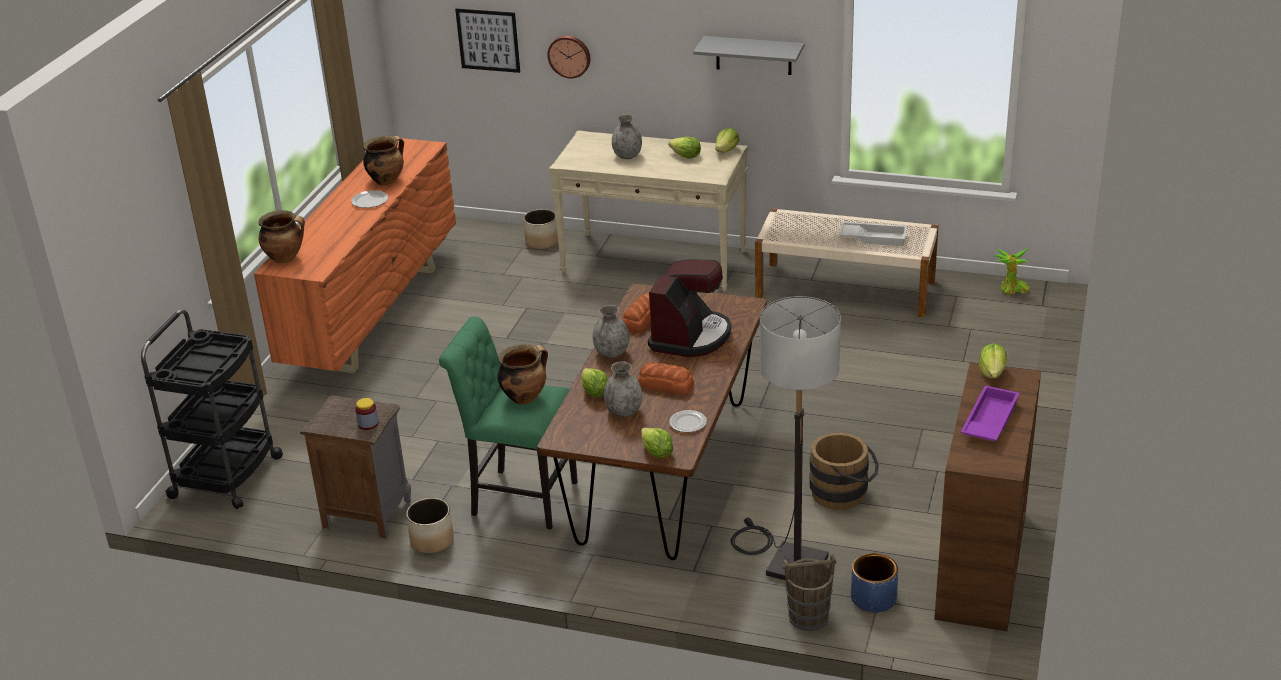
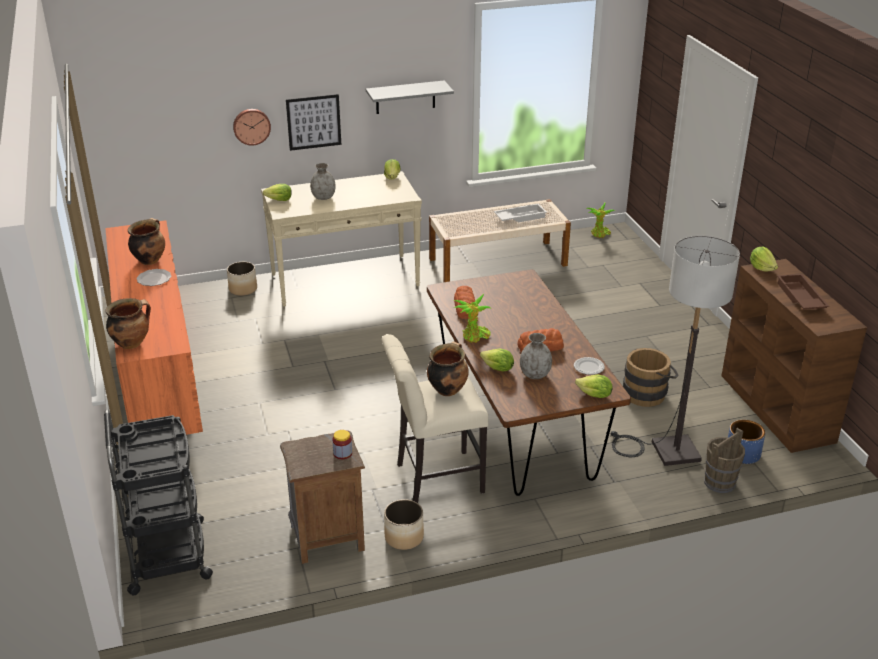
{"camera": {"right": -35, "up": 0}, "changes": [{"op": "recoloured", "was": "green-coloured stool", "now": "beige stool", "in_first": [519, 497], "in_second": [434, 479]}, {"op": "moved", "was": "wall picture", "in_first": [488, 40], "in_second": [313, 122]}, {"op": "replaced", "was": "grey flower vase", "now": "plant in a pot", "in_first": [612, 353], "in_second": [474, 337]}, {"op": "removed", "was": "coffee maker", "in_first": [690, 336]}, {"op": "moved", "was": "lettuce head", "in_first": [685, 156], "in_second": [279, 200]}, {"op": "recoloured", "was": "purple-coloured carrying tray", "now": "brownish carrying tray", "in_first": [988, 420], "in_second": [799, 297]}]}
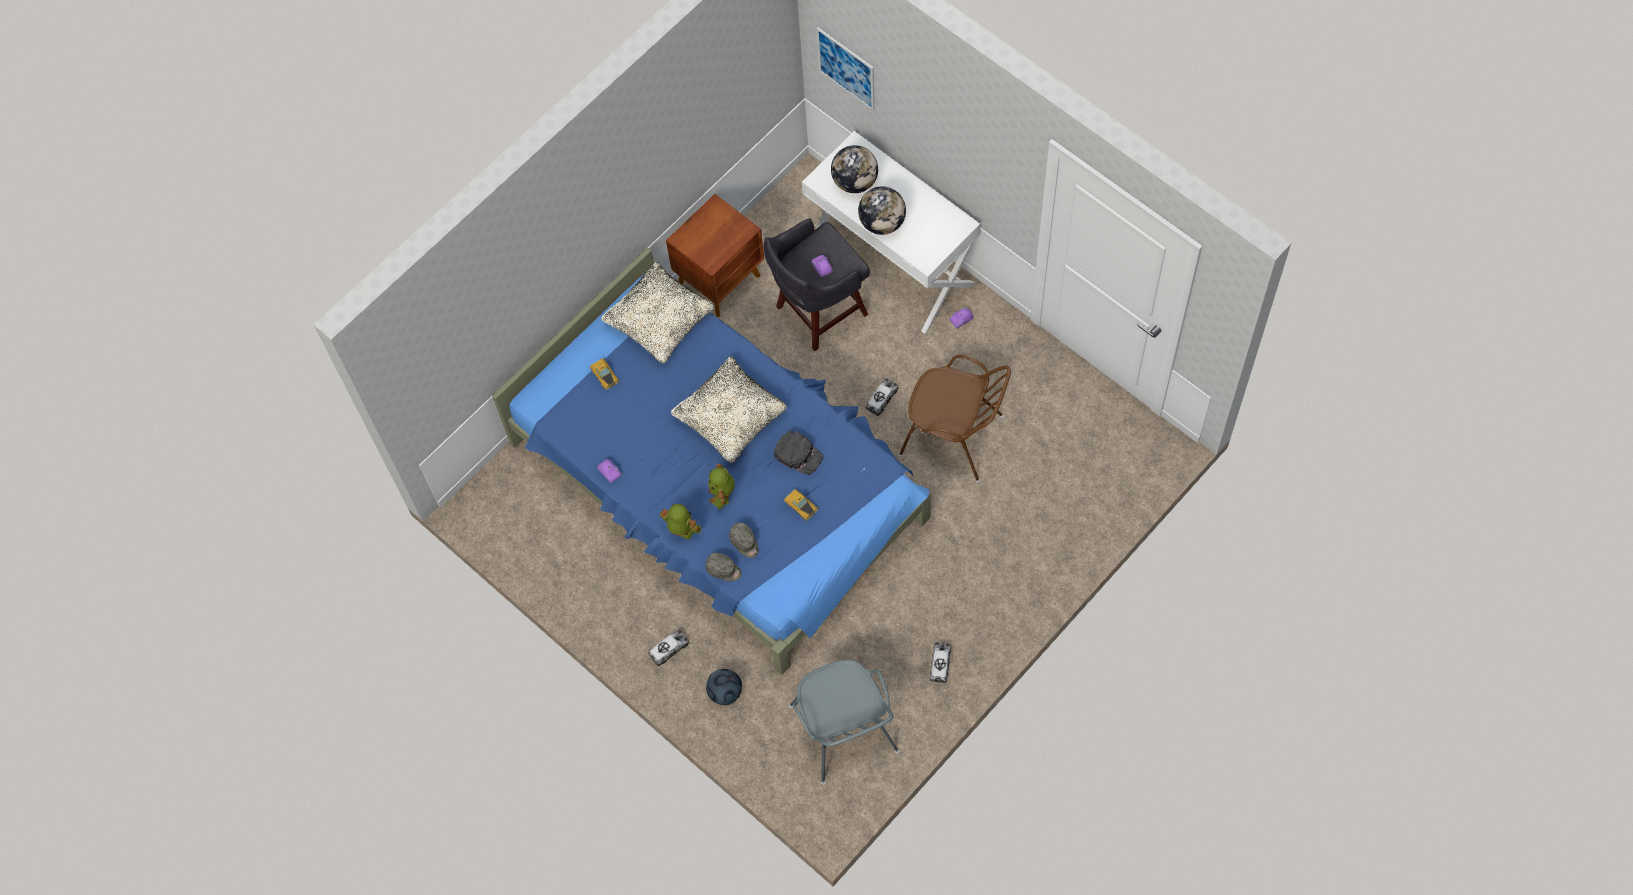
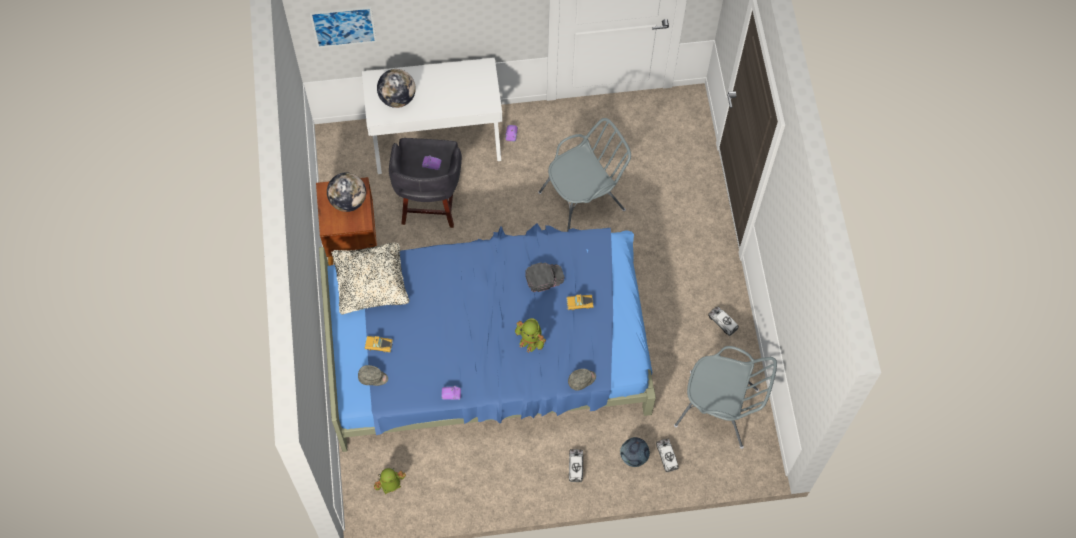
{"camera": {"right": -55, "up": 0}, "changes": [{"op": "moved", "was": "model robot", "in_first": [681, 531], "in_second": [391, 487]}, {"op": "removed", "was": "beige cushion", "in_first": [731, 415]}, {"op": "moved", "was": "grey cap", "in_first": [744, 543], "in_second": [373, 378]}, {"op": "moved", "was": "world globe", "in_first": [882, 222], "in_second": [348, 201]}, {"op": "moved", "was": "toy lorry", "in_first": [882, 399], "in_second": [666, 456]}, {"op": "recoloured", "was": "brownish chair", "now": "grey chair", "in_first": [955, 437], "in_second": [584, 198]}]}
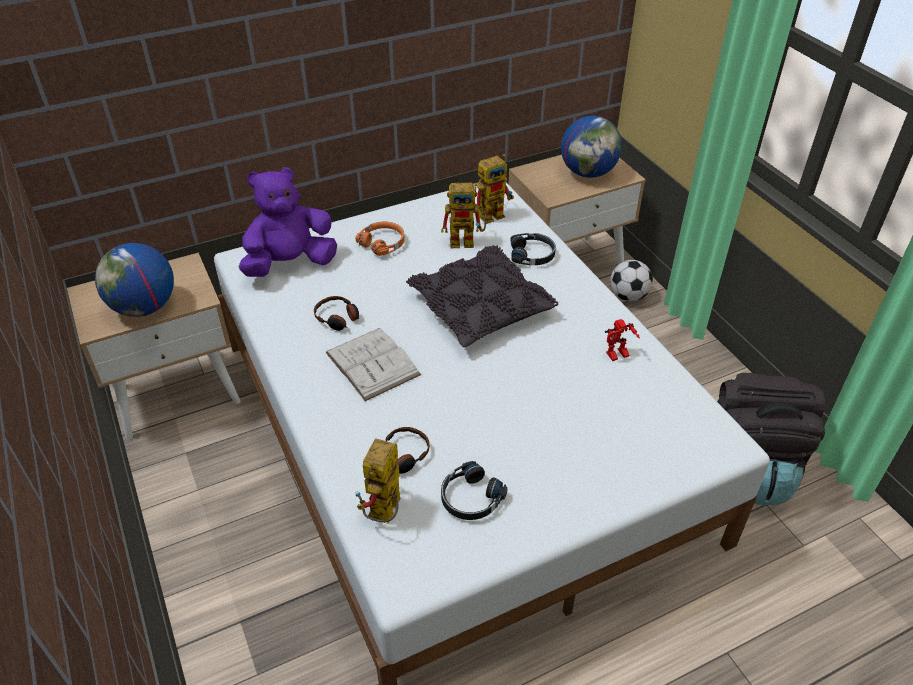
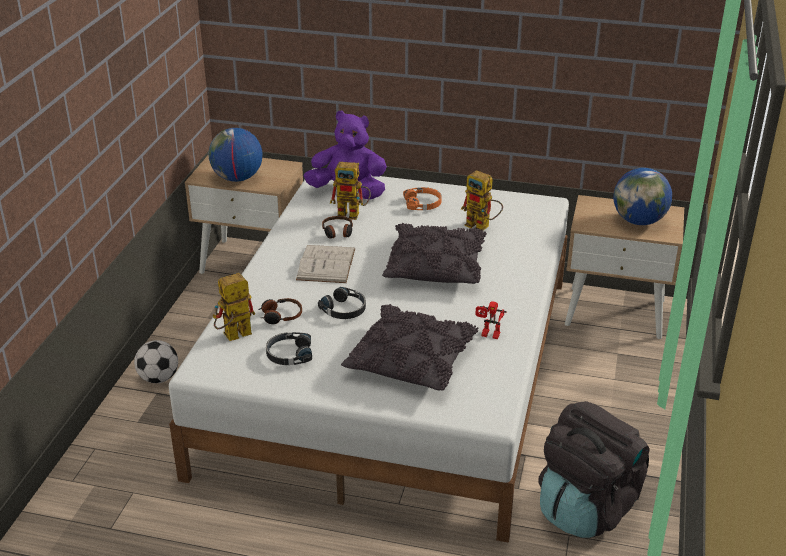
{"camera": {"right": 40, "up": -10}, "changes": [{"op": "moved", "was": "model robot", "in_first": [494, 213], "in_second": [353, 214]}, {"op": "moved", "was": "black-coloured headphones", "in_first": [532, 255], "in_second": [344, 310]}, {"op": "moved", "was": "football ball", "in_first": [628, 296], "in_second": [159, 378]}, {"op": "added", "now": "black-coloured cushion", "in_second": [411, 360]}]}
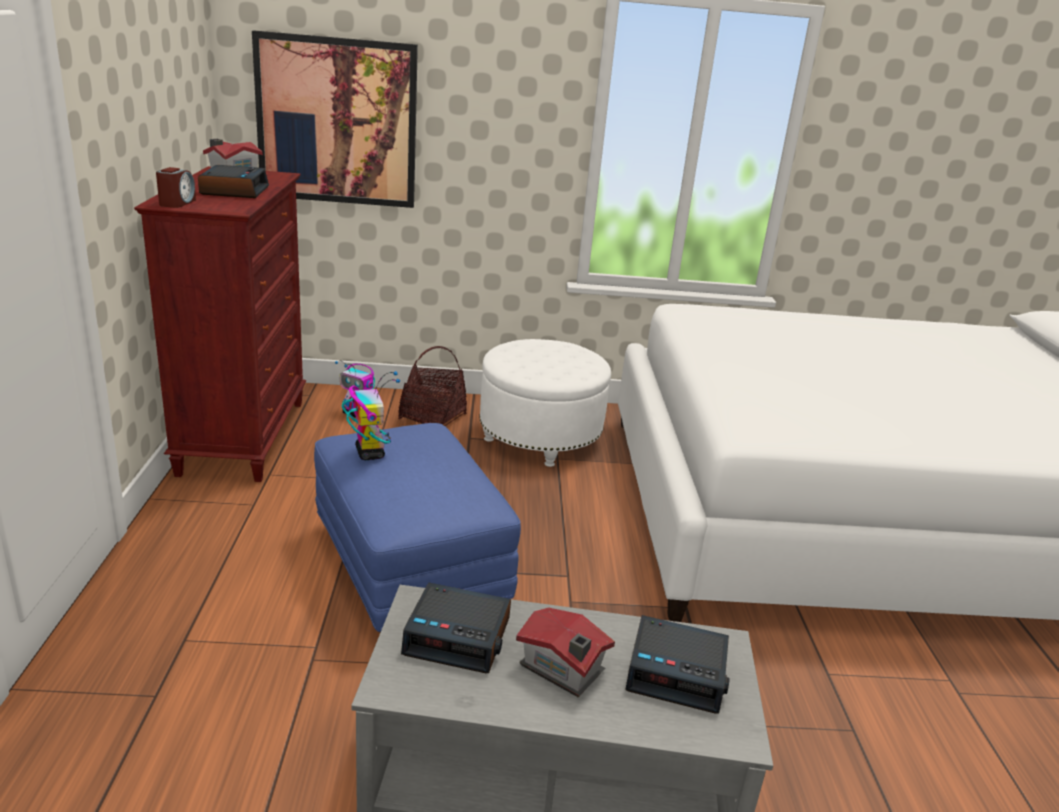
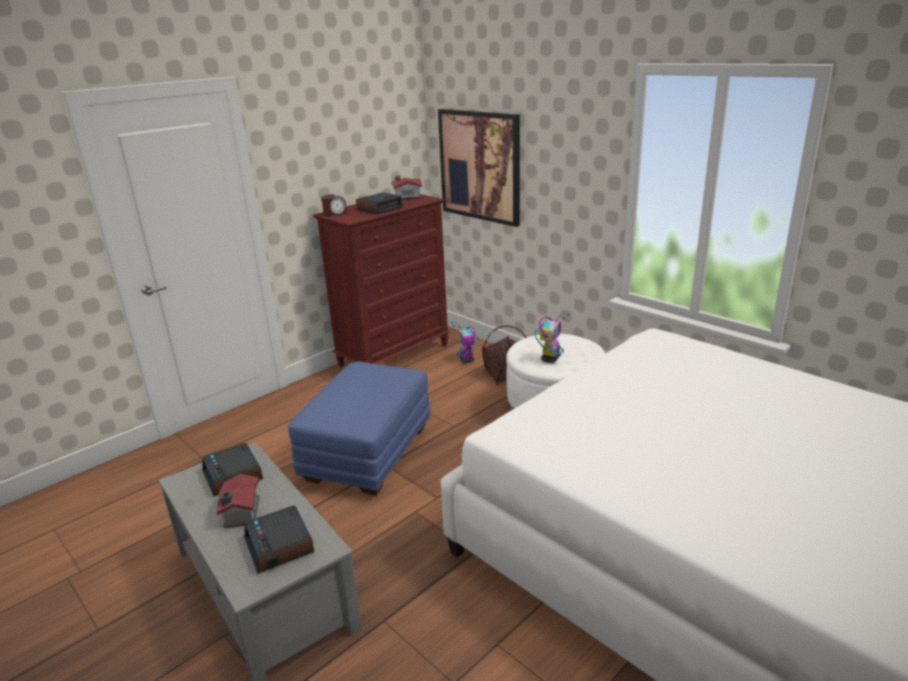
{"camera": {"right": 50, "up": 0}, "changes": [{"op": "moved", "was": "model robot", "in_first": [369, 453], "in_second": [550, 358]}]}
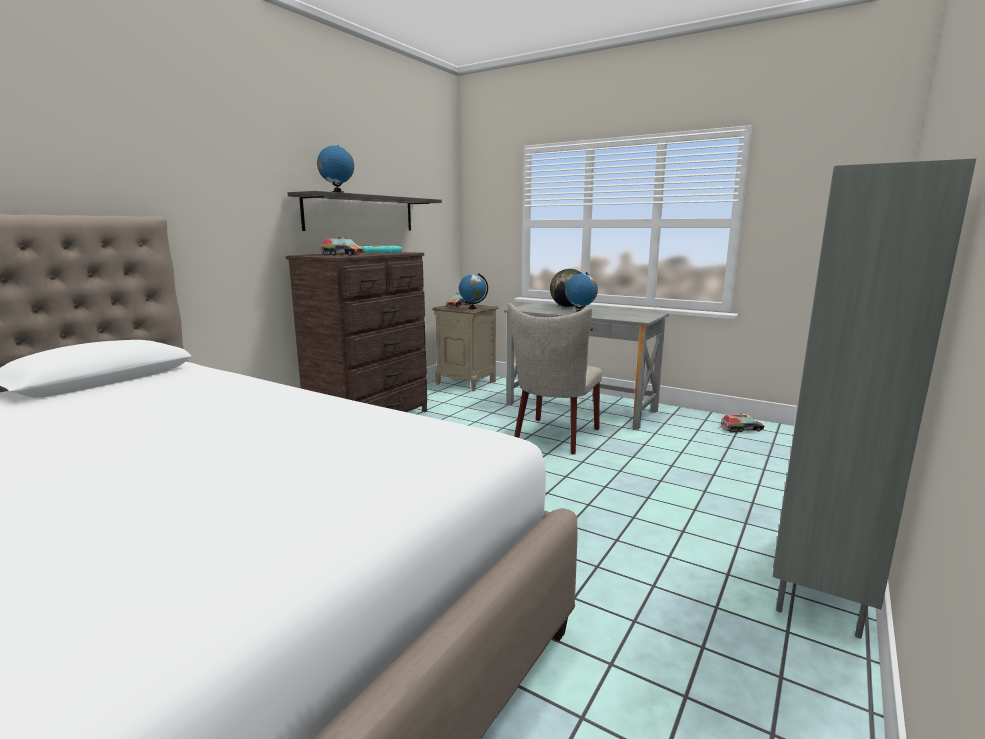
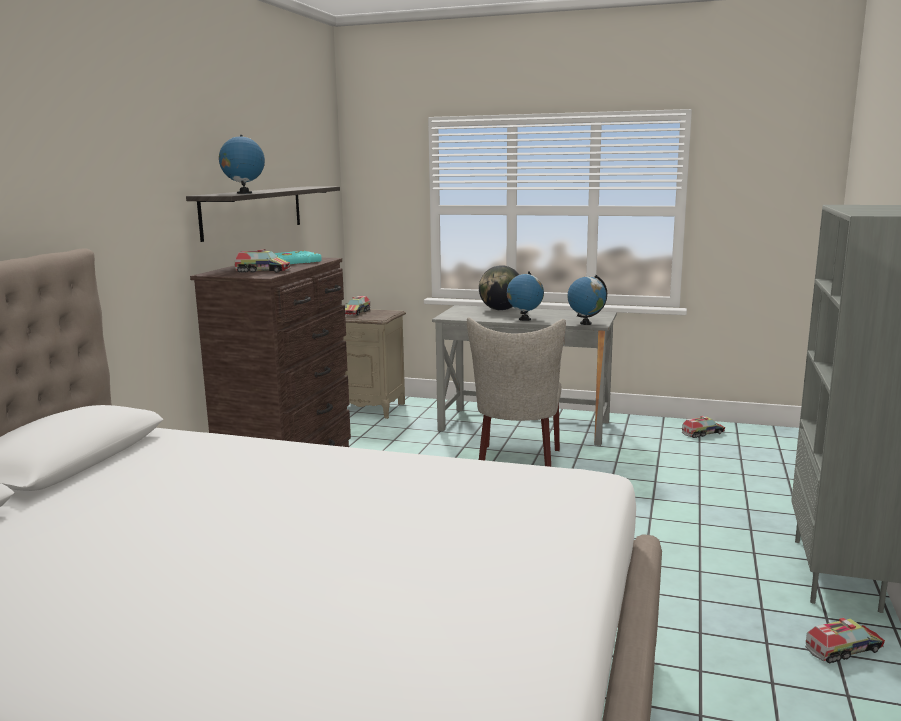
{"camera": {"right": -15, "up": 0}, "changes": [{"op": "moved", "was": "world globe", "in_first": [472, 308], "in_second": [585, 323]}, {"op": "added", "now": "toy lorry", "in_second": [843, 649]}]}
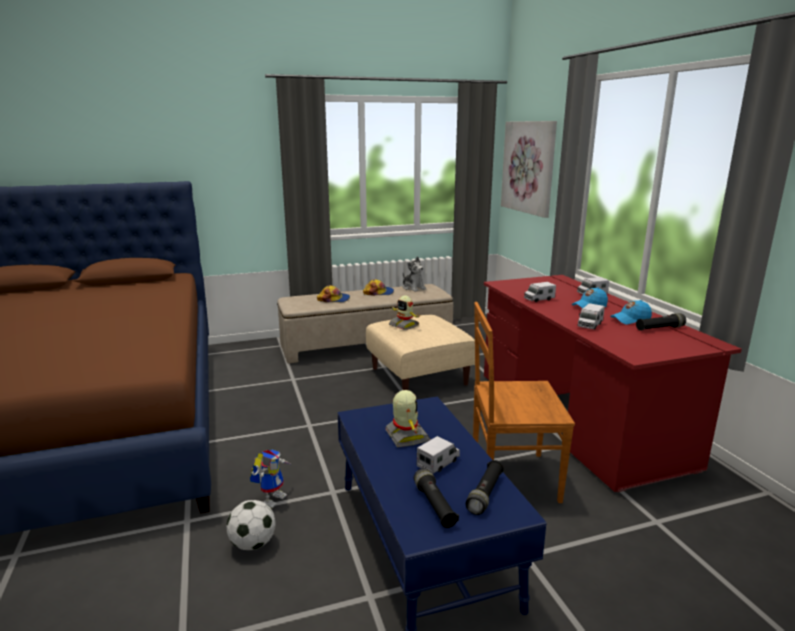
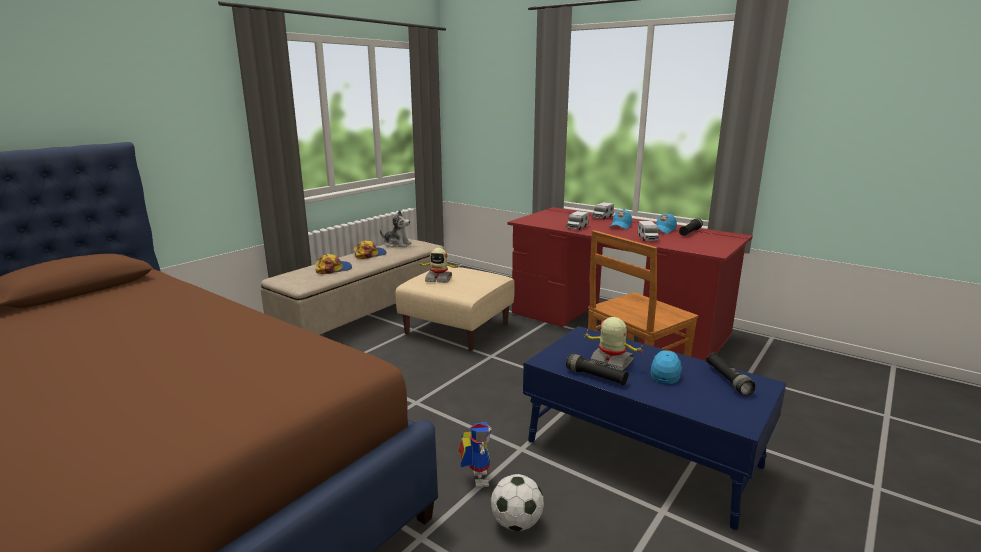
{"camera": {"right": -35, "up": 0}, "changes": [{"op": "moved", "was": "black-coloured hand torch", "in_first": [434, 505], "in_second": [596, 377]}, {"op": "replaced", "was": "toy lorry", "now": "blue-coloured cap", "in_first": [438, 463], "in_second": [666, 372]}, {"op": "removed", "was": "wall picture", "in_first": [528, 167]}]}
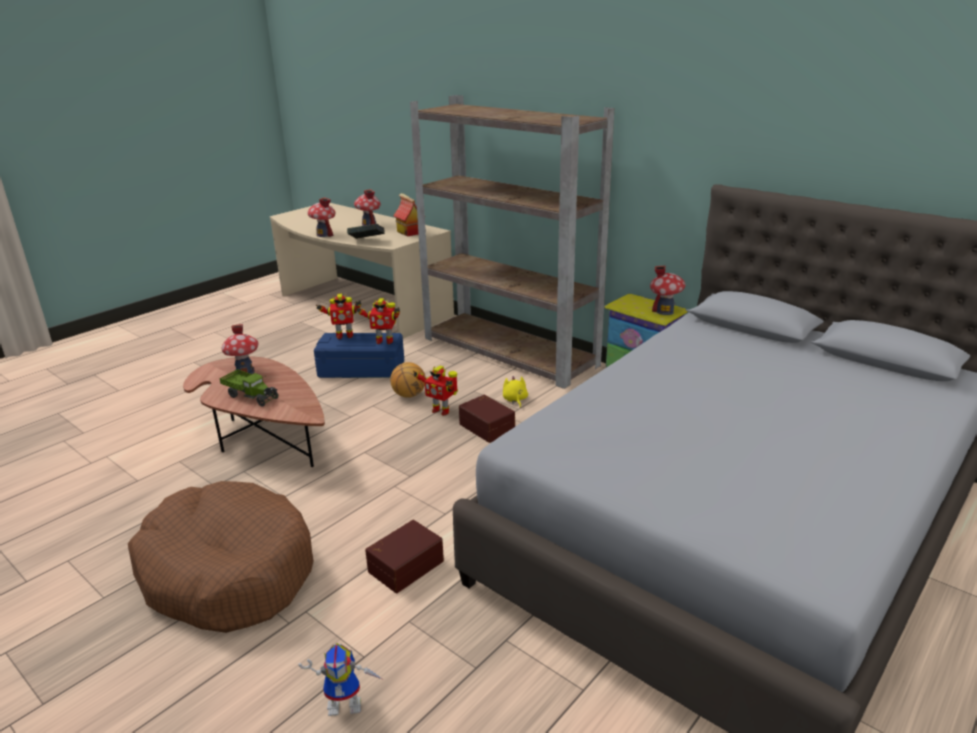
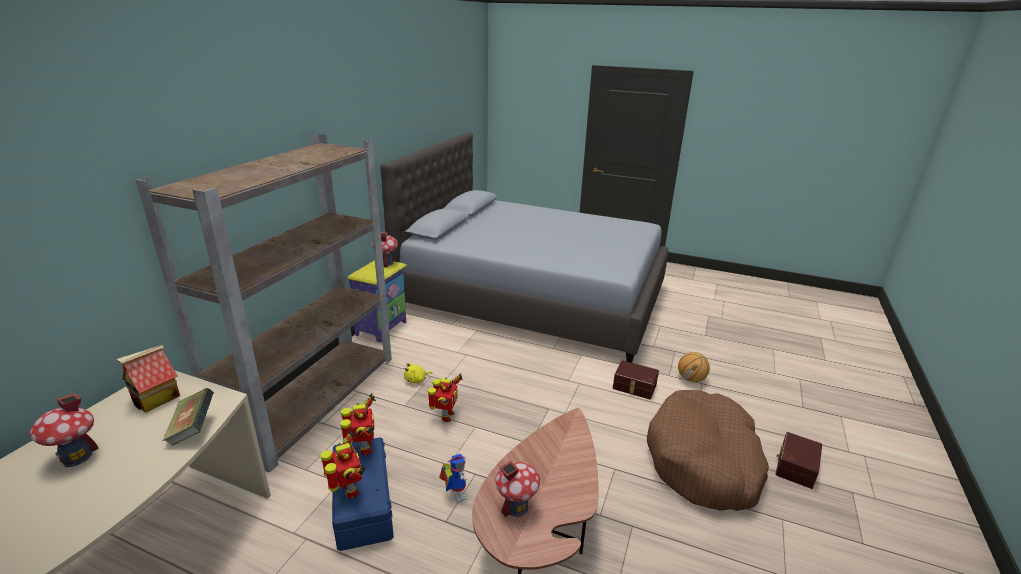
{"camera": {"right": -110, "up": 0}, "changes": [{"op": "removed", "was": "toy lorry", "in_first": [251, 396]}, {"op": "moved", "was": "model robot", "in_first": [347, 702], "in_second": [454, 493]}, {"op": "removed", "was": "toy house", "in_first": [324, 234]}, {"op": "moved", "was": "basketball", "in_first": [409, 395], "in_second": [691, 379]}, {"op": "moved", "was": "brownish storage box", "in_first": [488, 427], "in_second": [794, 466]}]}
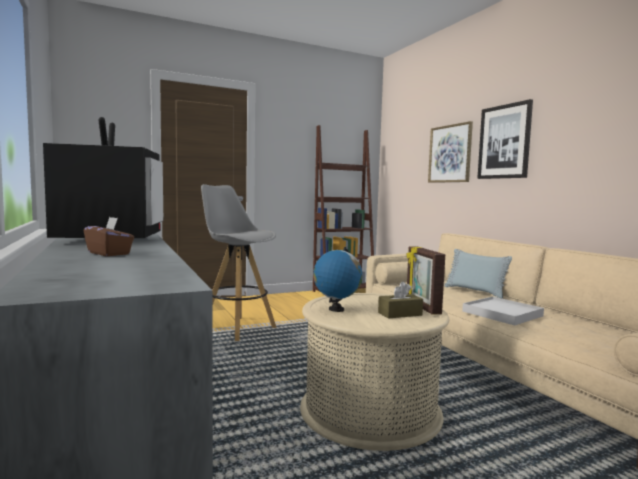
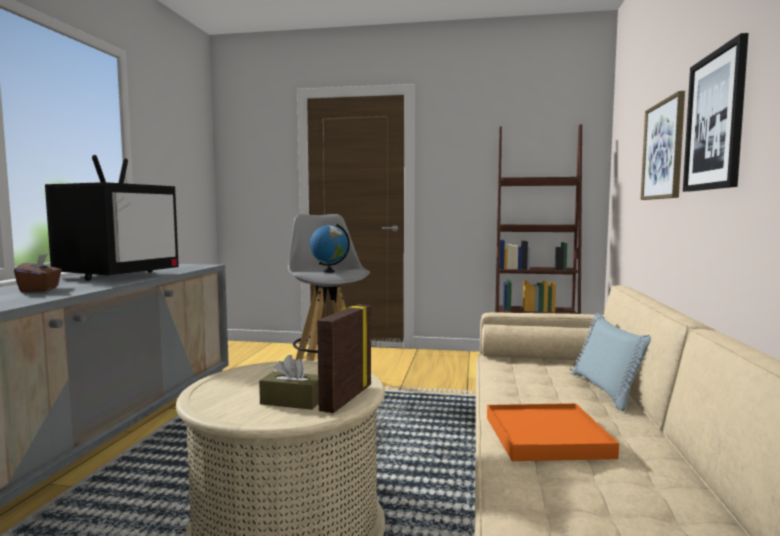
{"camera": {"right": 35, "up": 0}, "changes": [{"op": "moved", "was": "world globe", "in_first": [336, 309], "in_second": [329, 271]}, {"op": "recoloured", "was": "whitish carrying tray", "now": "orange-coloured carrying tray", "in_first": [502, 314], "in_second": [547, 437]}]}
